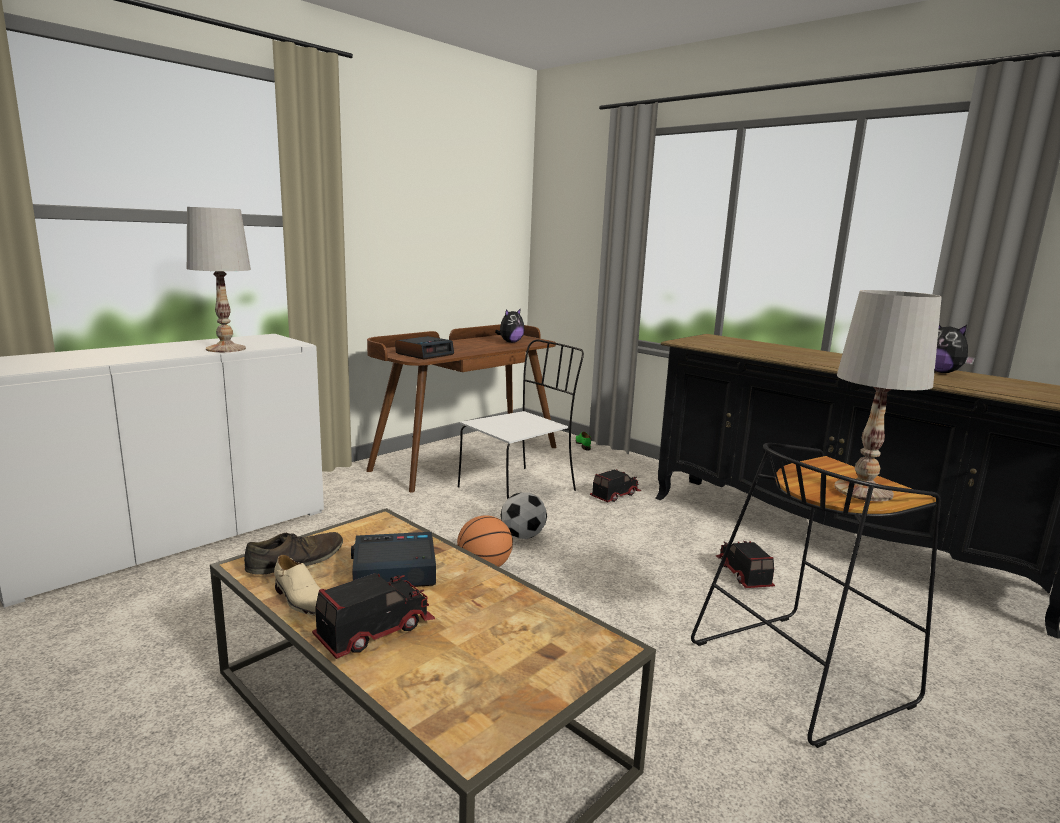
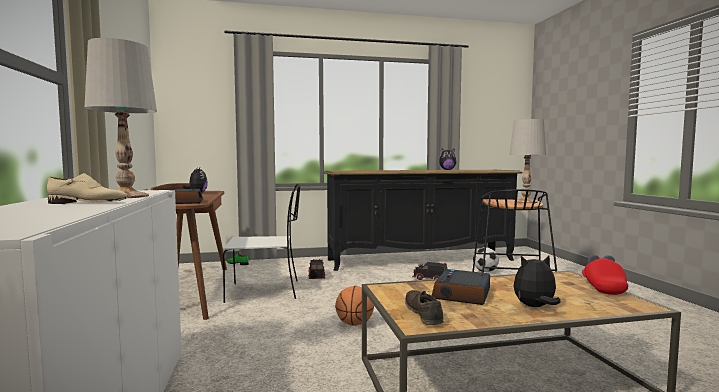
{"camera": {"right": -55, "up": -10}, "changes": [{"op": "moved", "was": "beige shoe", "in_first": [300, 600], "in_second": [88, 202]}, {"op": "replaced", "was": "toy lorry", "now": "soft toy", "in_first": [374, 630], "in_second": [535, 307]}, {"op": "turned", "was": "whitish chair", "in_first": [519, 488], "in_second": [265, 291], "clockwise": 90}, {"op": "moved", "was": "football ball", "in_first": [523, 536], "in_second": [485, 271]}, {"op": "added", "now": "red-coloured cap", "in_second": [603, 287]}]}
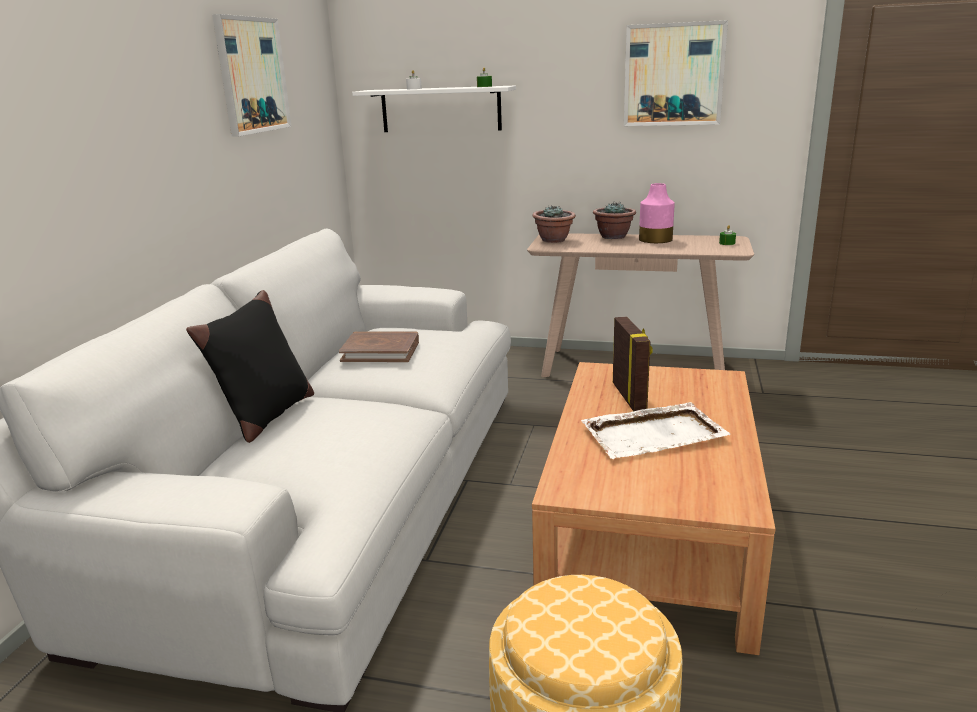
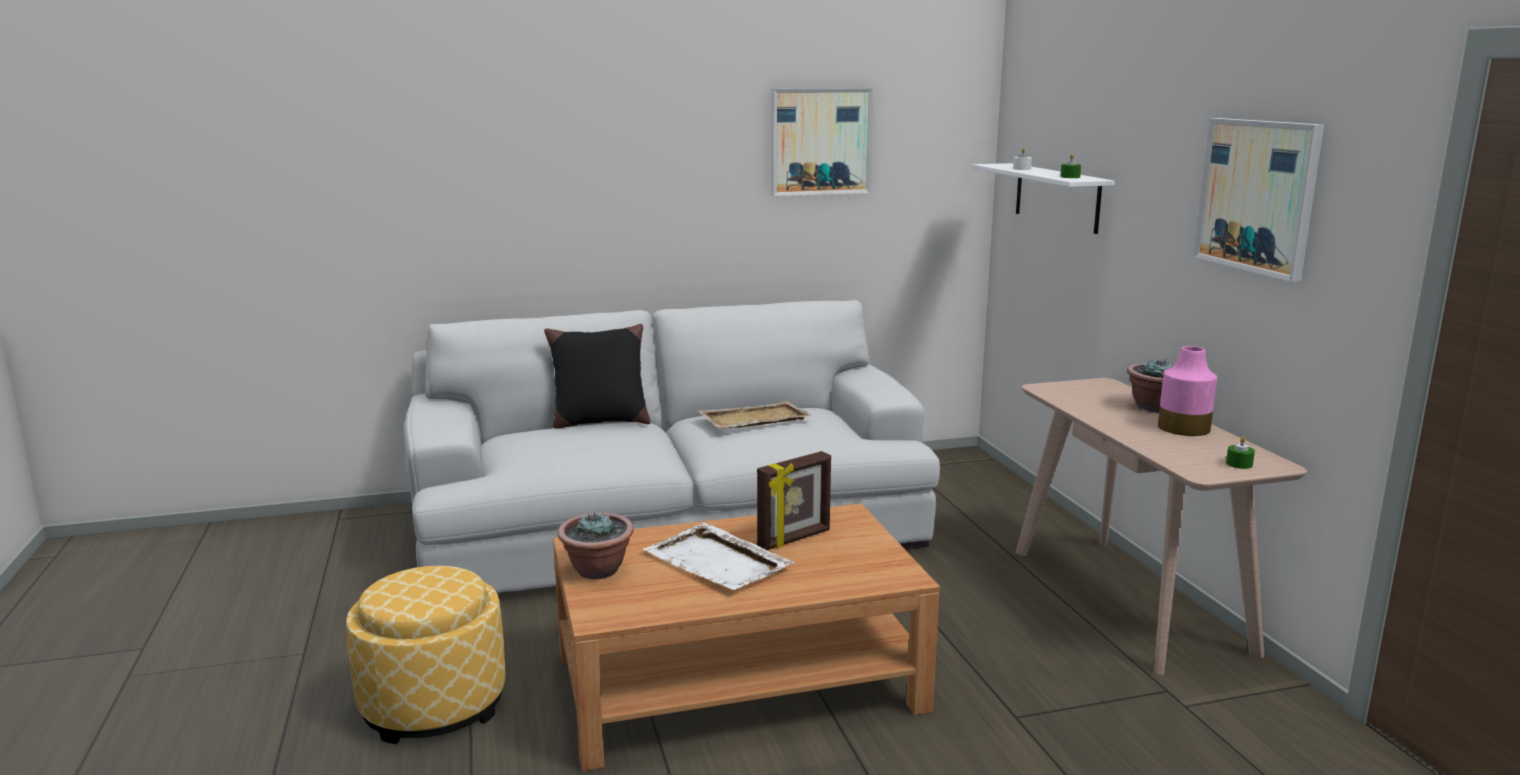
{"camera": {"right": 60, "up": -5}, "changes": [{"op": "replaced", "was": "brownish volume", "now": "beige carrying tray", "in_first": [381, 351], "in_second": [753, 419]}, {"op": "moved", "was": "plant in a pot", "in_first": [554, 240], "in_second": [598, 571]}]}
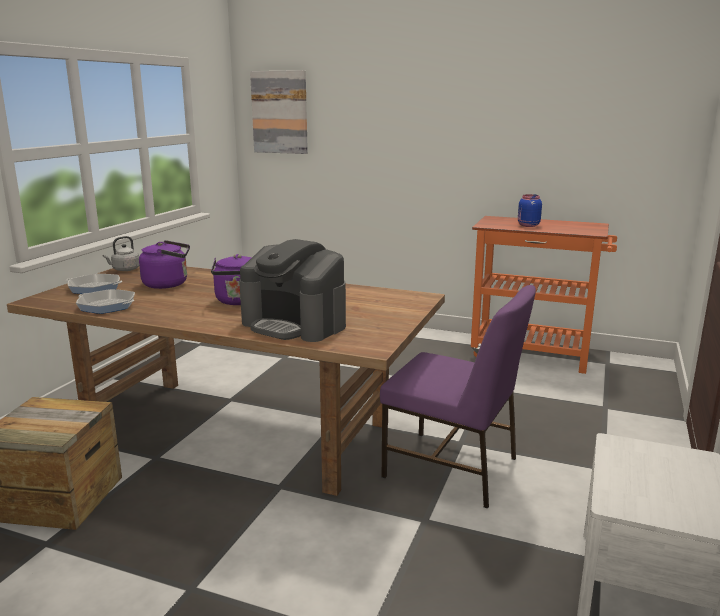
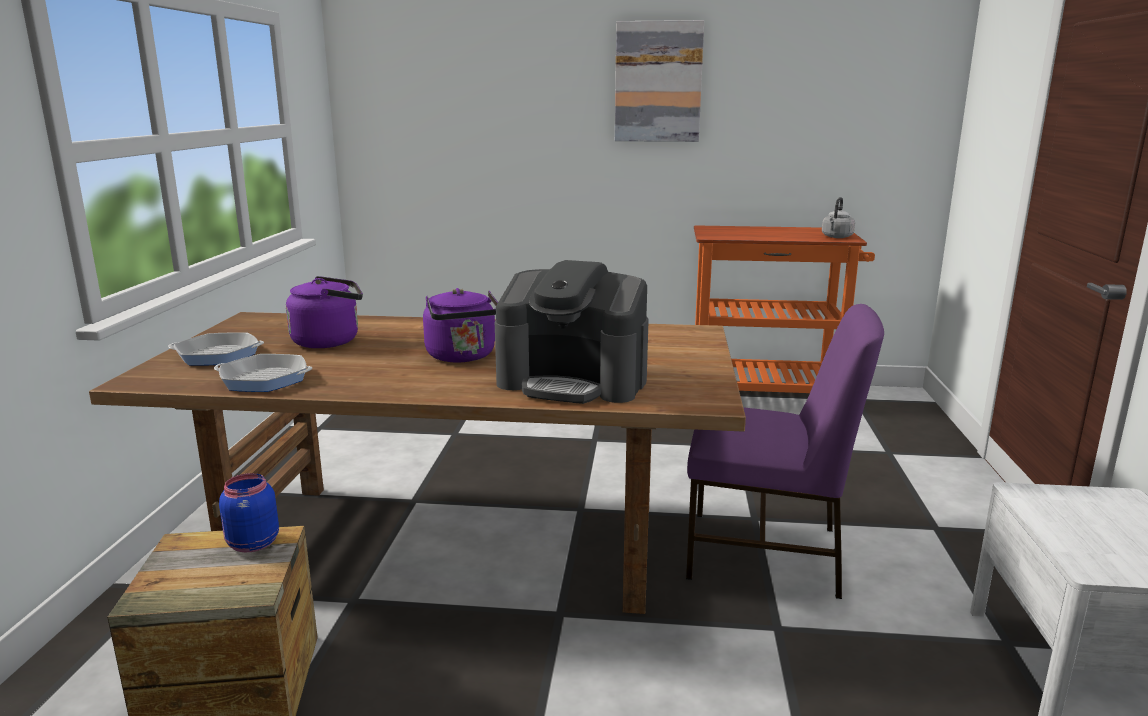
{"camera": {"right": -15, "up": 0}, "changes": [{"op": "moved", "was": "grey tea kettle", "in_first": [124, 270], "in_second": [836, 237]}, {"op": "moved", "was": "wall picture", "in_first": [280, 112], "in_second": [658, 82]}, {"op": "moved", "was": "blue-coloured preserve jar", "in_first": [528, 225], "in_second": [251, 544]}]}
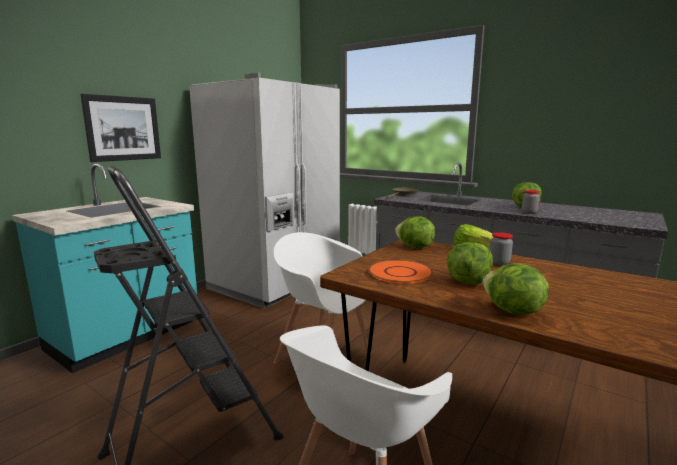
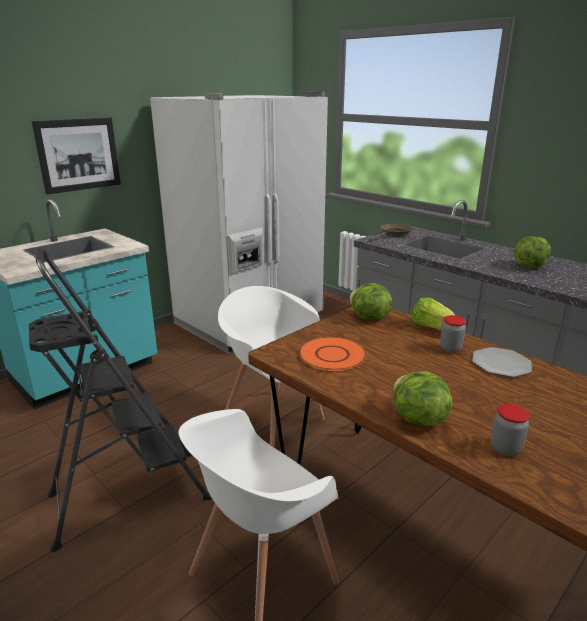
{"camera": {"right": 10, "up": 10}, "changes": [{"op": "removed", "was": "lettuce head", "in_first": [468, 281]}, {"op": "moved", "was": "preserve jar", "in_first": [529, 213], "in_second": [505, 448]}, {"op": "added", "now": "dinner plate", "in_second": [501, 364]}]}
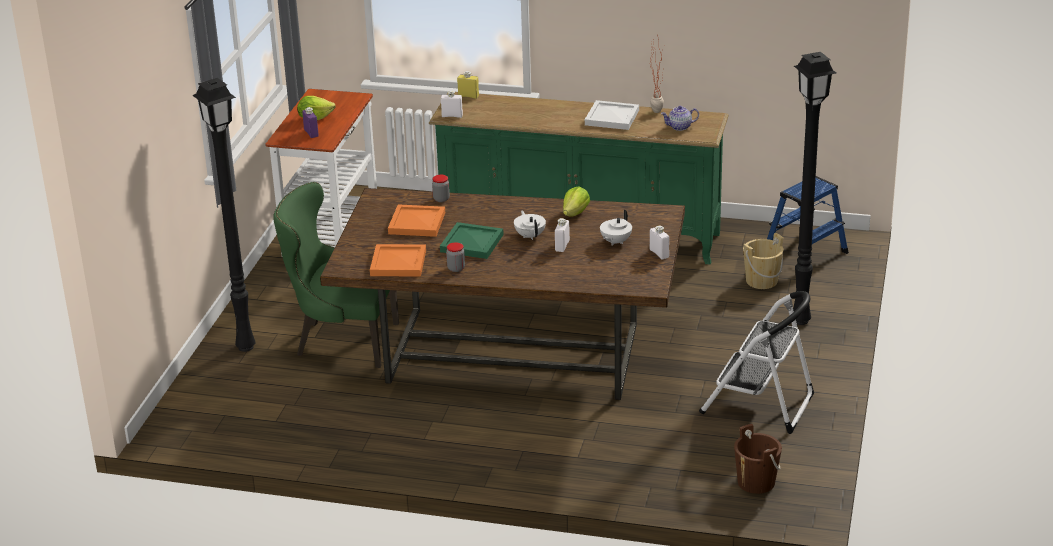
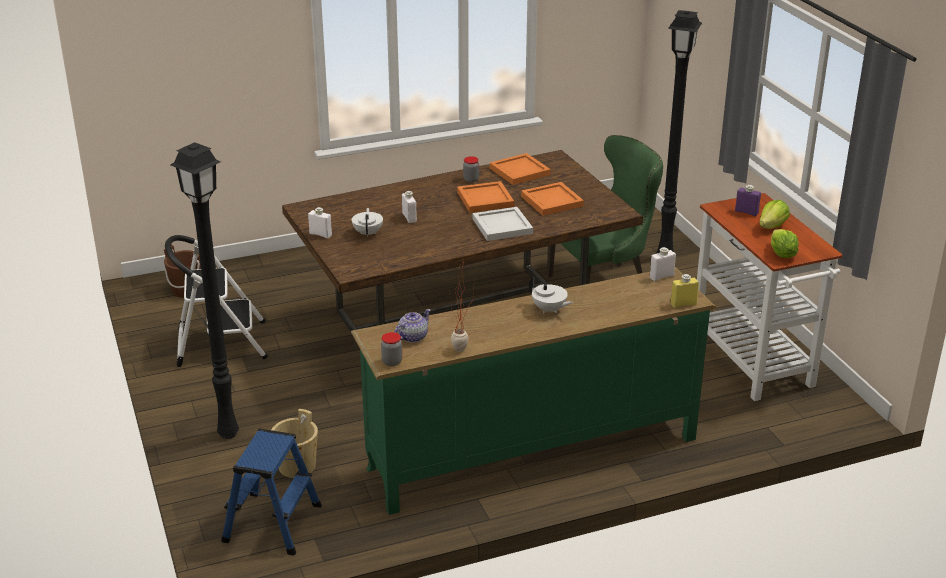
{"camera": {"right": 145, "up": 0}, "changes": [{"op": "moved", "was": "preserve jar", "in_first": [441, 199], "in_second": [392, 362]}, {"op": "recoloured", "was": "green-coloured carrying tray", "now": "orange-coloured carrying tray", "in_first": [471, 242], "in_second": [486, 199]}, {"op": "moved", "was": "whitish pot for tea", "in_first": [530, 236], "in_second": [549, 310]}, {"op": "moved", "was": "lettuce head", "in_first": [575, 213], "in_second": [781, 254]}, {"op": "moved", "was": "whitish carrying tray", "in_first": [612, 118], "in_second": [501, 226]}]}
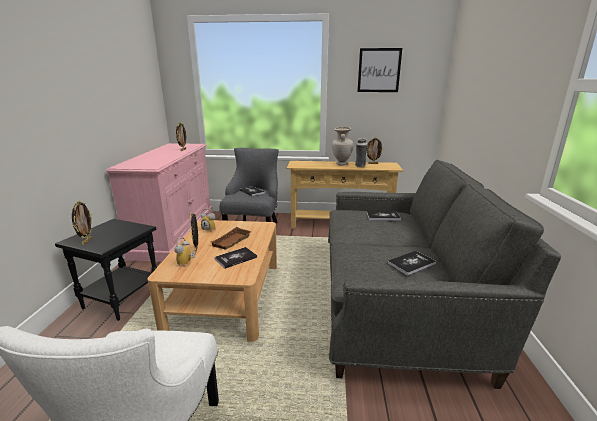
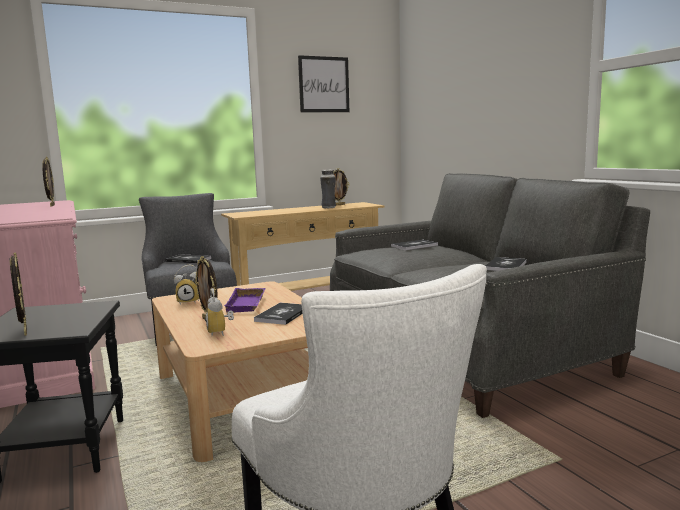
{"camera": {"right": -30, "up": -10}, "changes": [{"op": "recoloured", "was": "brownish carrying tray", "now": "purple-coloured carrying tray", "in_first": [232, 242], "in_second": [247, 304]}, {"op": "removed", "was": "beige flower vase", "in_first": [341, 164]}]}
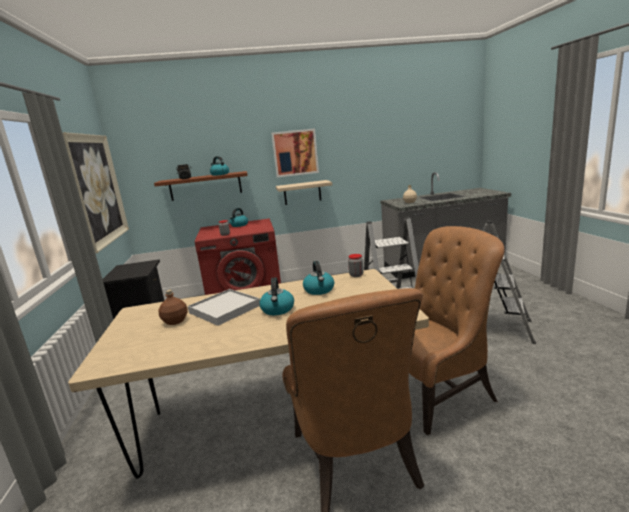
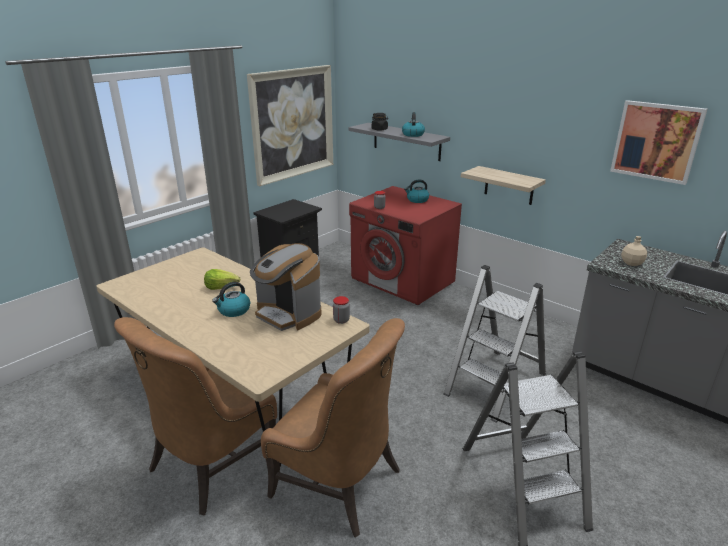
{"camera": {"right": 50, "up": 10}, "changes": [{"op": "recoloured", "was": "brownish wall shelf", "now": "grey wall shelf", "in_first": [205, 186], "in_second": [406, 141]}, {"op": "removed", "was": "brownish bottle", "in_first": [175, 321]}, {"op": "replaced", "was": "whitish carrying tray", "now": "lettuce head", "in_first": [224, 309], "in_second": [221, 287]}, {"op": "moved", "was": "wall picture", "in_first": [295, 153], "in_second": [656, 141]}, {"op": "replaced", "was": "tea kettle", "now": "coffee maker", "in_first": [319, 290], "in_second": [288, 314]}]}
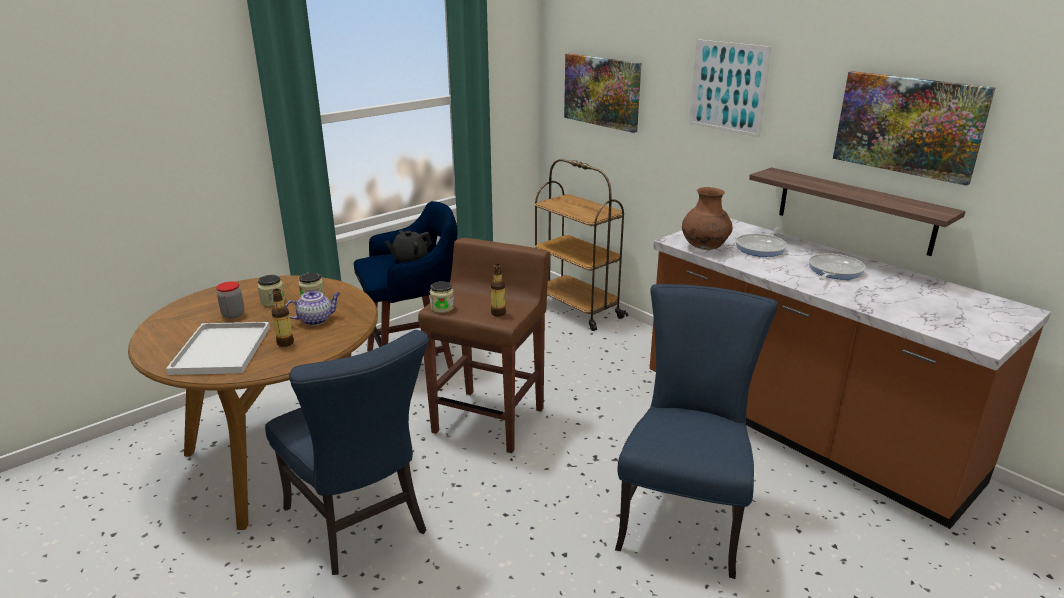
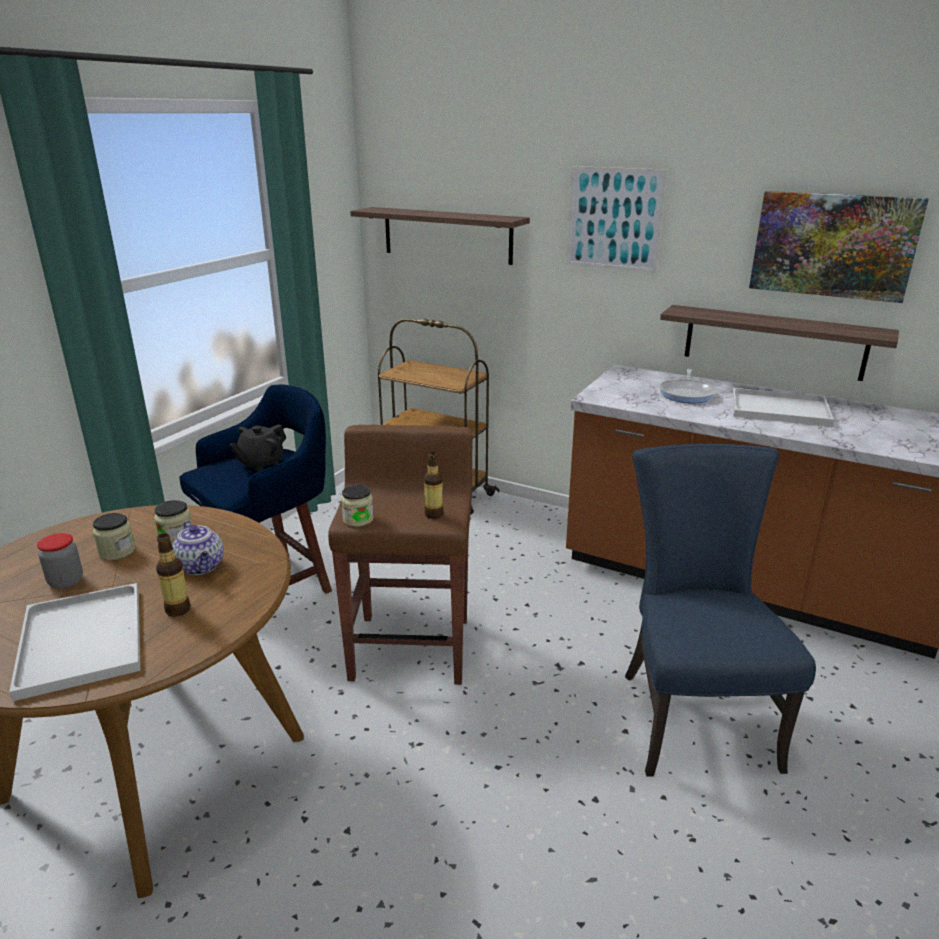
{"camera": {"right": -20, "up": 0}, "changes": [{"op": "removed", "was": "blue-coloured chair", "in_first": [361, 523]}, {"op": "turned", "was": "pot for tea", "in_first": [316, 320], "in_second": [201, 567], "clockwise": 105}, {"op": "replaced", "was": "wall picture", "now": "wall shelf", "in_first": [602, 91], "in_second": [447, 235]}, {"op": "removed", "was": "brownish flower vase", "in_first": [704, 248]}, {"op": "replaced", "was": "frying pan", "now": "whitish carrying tray", "in_first": [833, 271], "in_second": [777, 409]}]}
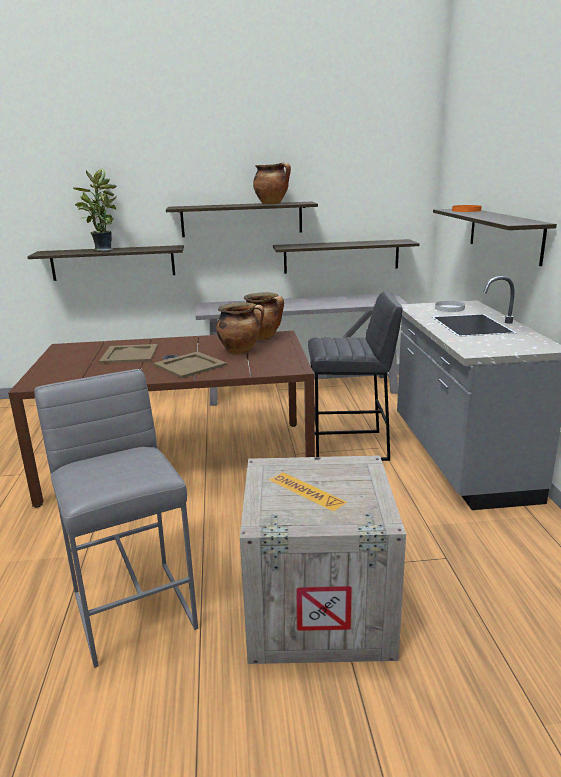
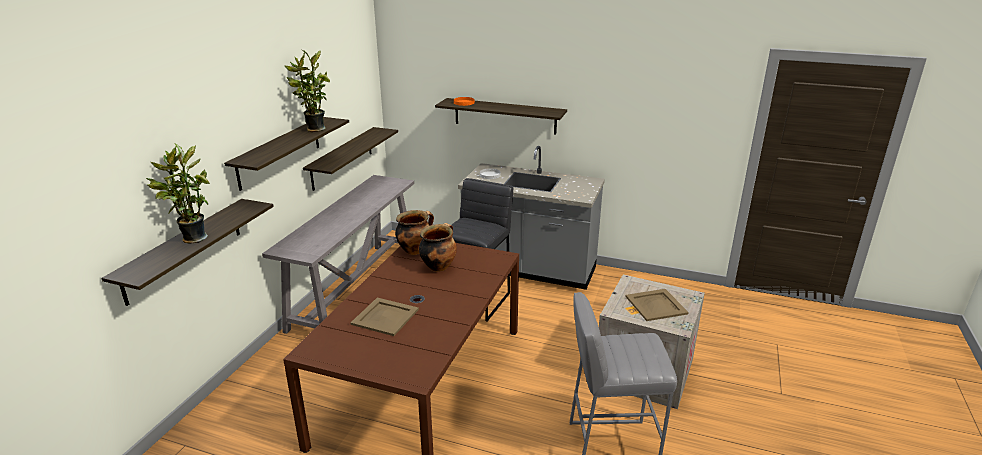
{"camera": {"right": -65, "up": 5}, "changes": [{"op": "moved", "was": "beige carrying tray", "in_first": [189, 365], "in_second": [655, 305]}, {"op": "replaced", "was": "stockpot", "now": "plant in a pot", "in_first": [272, 204], "in_second": [313, 130]}]}
